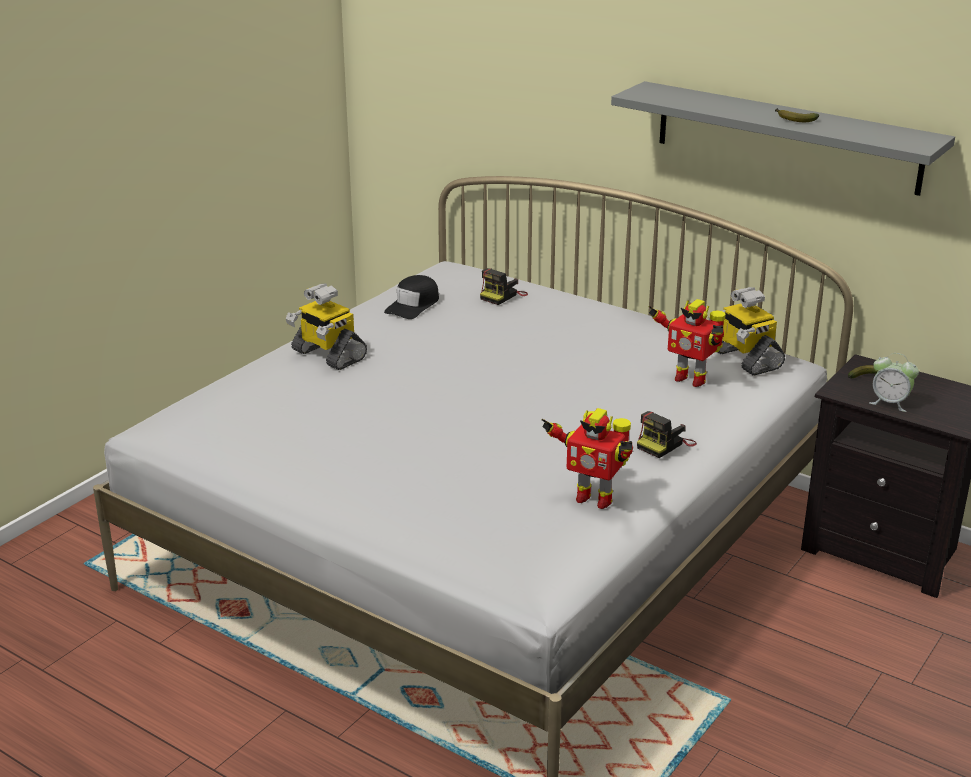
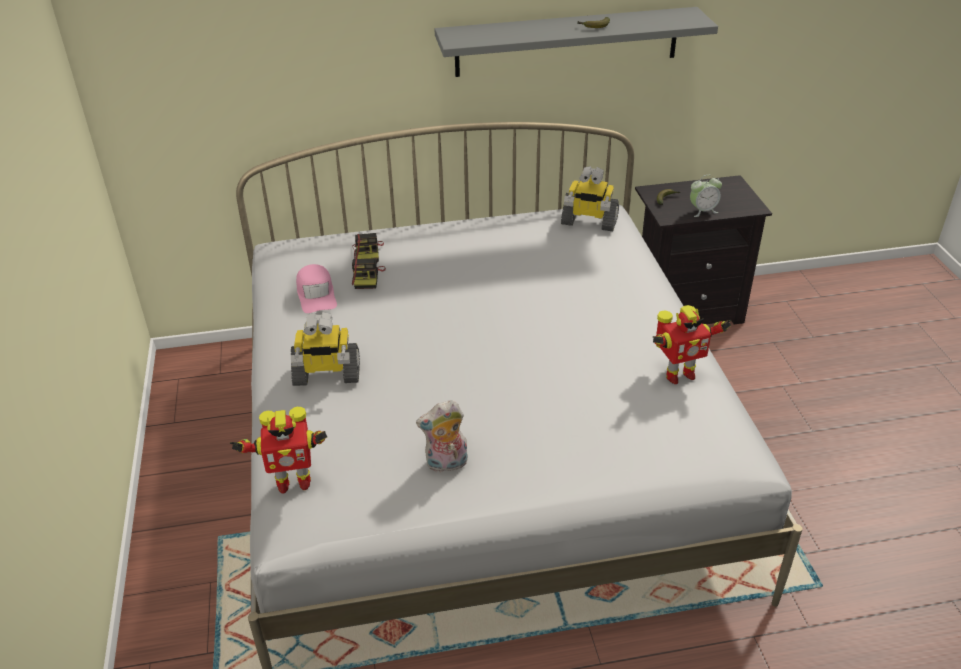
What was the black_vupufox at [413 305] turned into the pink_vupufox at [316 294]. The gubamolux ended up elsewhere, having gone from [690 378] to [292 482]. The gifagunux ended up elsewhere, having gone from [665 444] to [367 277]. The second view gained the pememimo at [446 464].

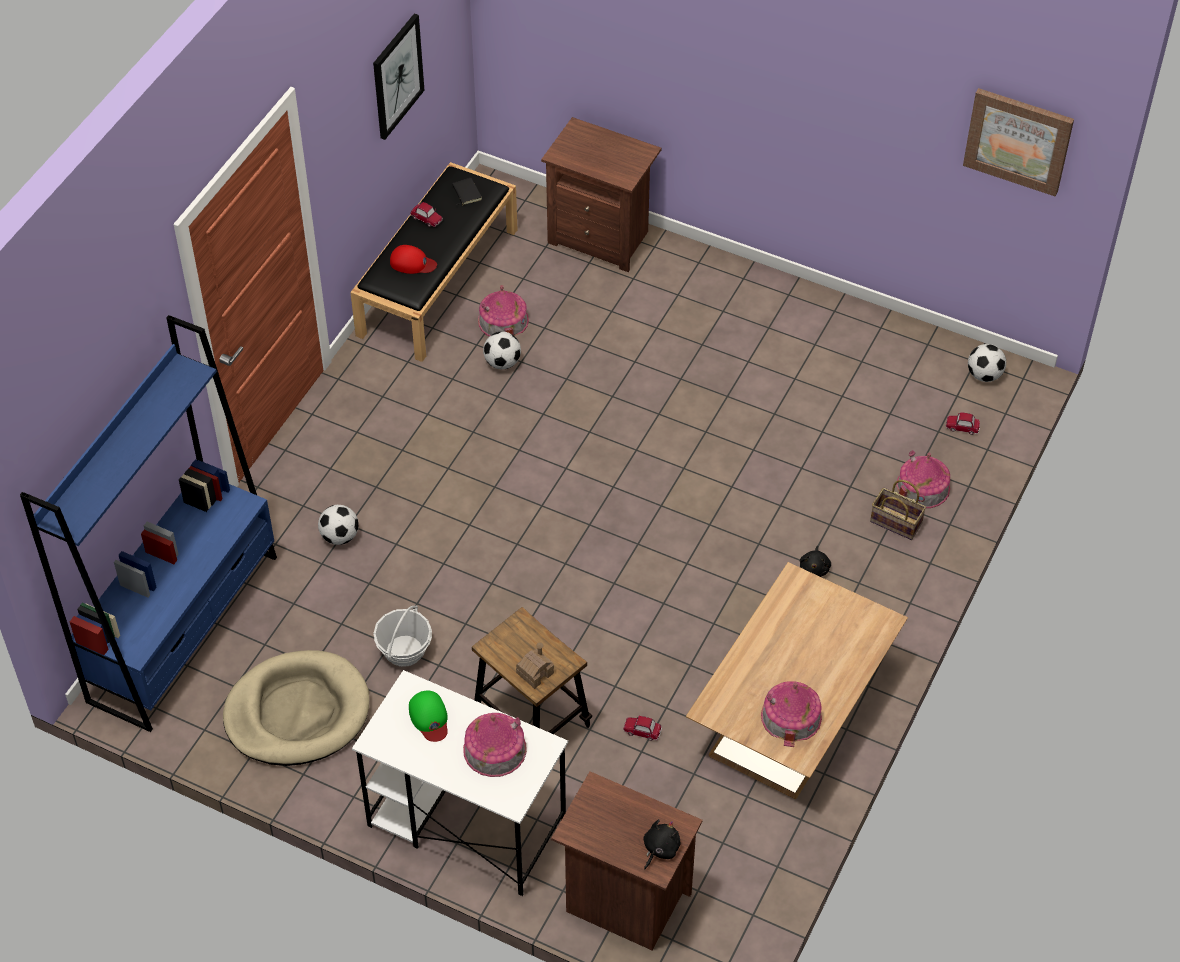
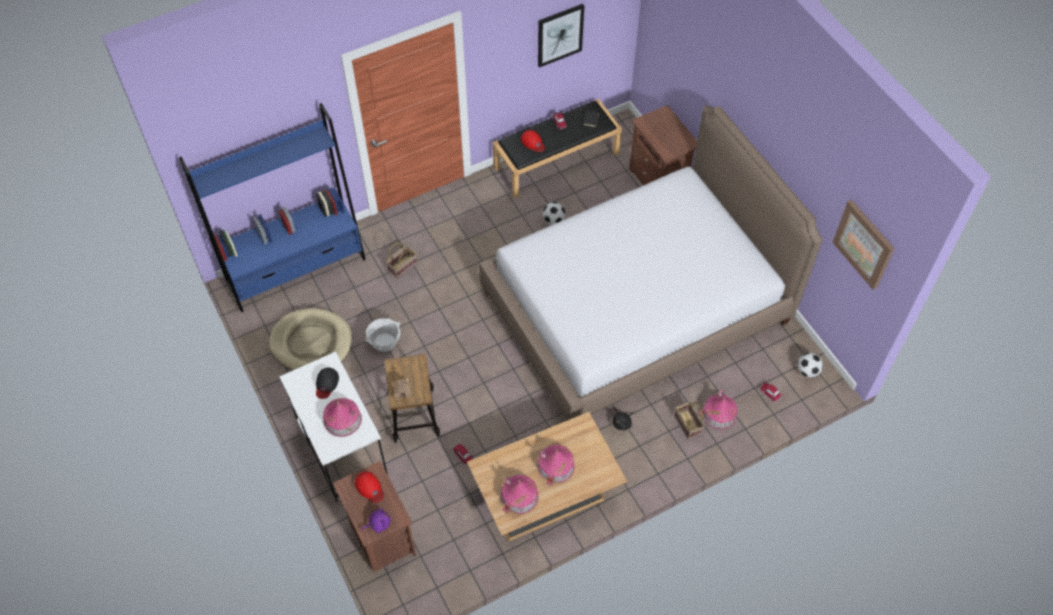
The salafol ended up elsewhere, having gone from [503 320] to [555 466]. Where the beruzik stood at [339 536], the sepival came to stand at [402 266]. What was the green_vupufox at [429 717] turned into the black_vupufox at [326 383]. What was the black_pememimo at [660 849] turned into the purple_pememimo at [378 524]. The second view gained the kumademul at [636 307]. The second view gained the red_vupufox at [369 488].

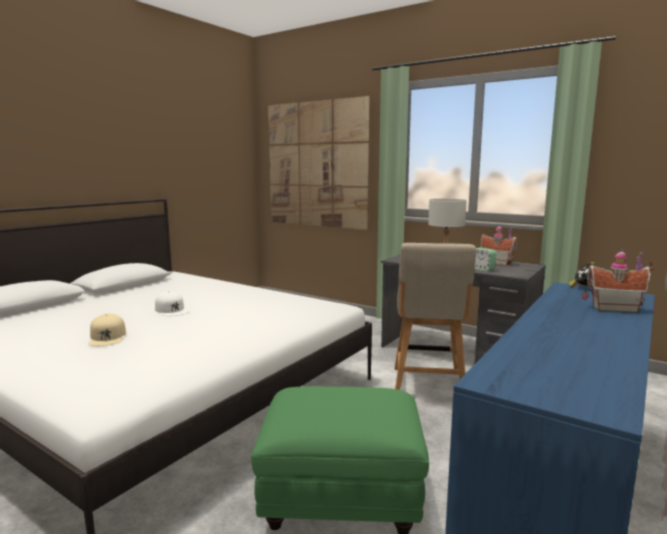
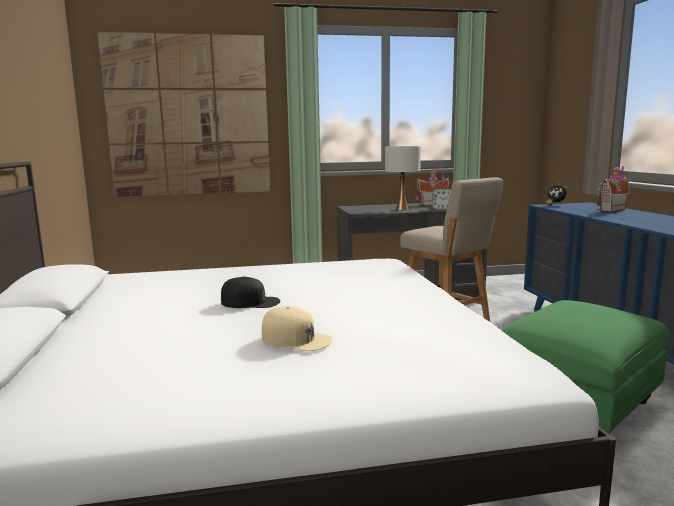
What was the white_vupufox at [171 310] turned into the black_vupufox at [250 302].

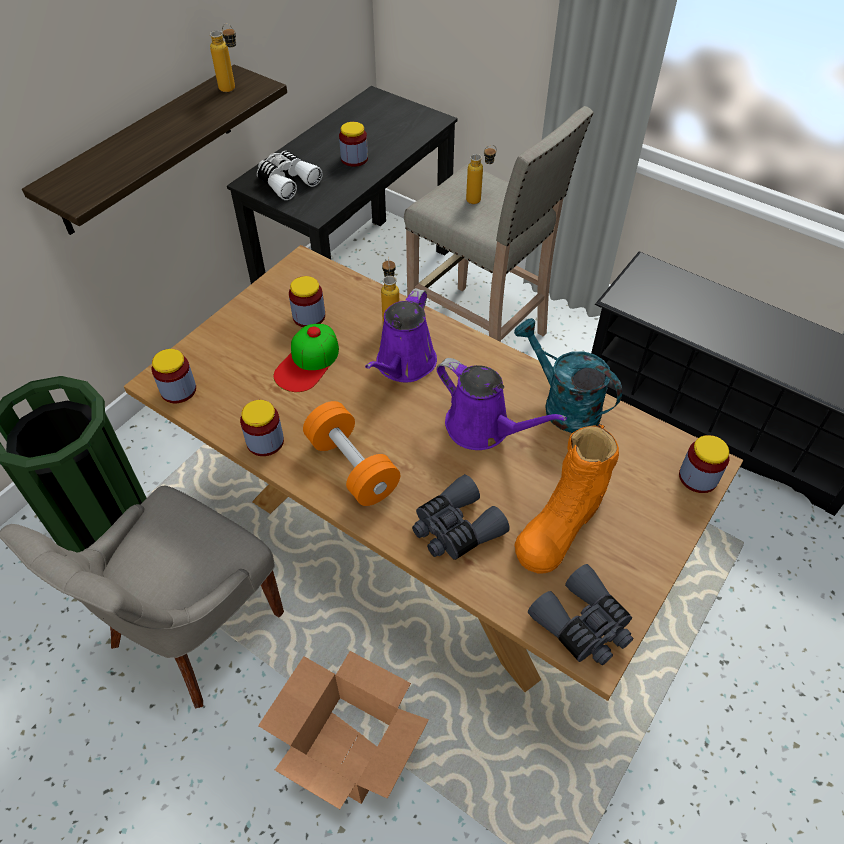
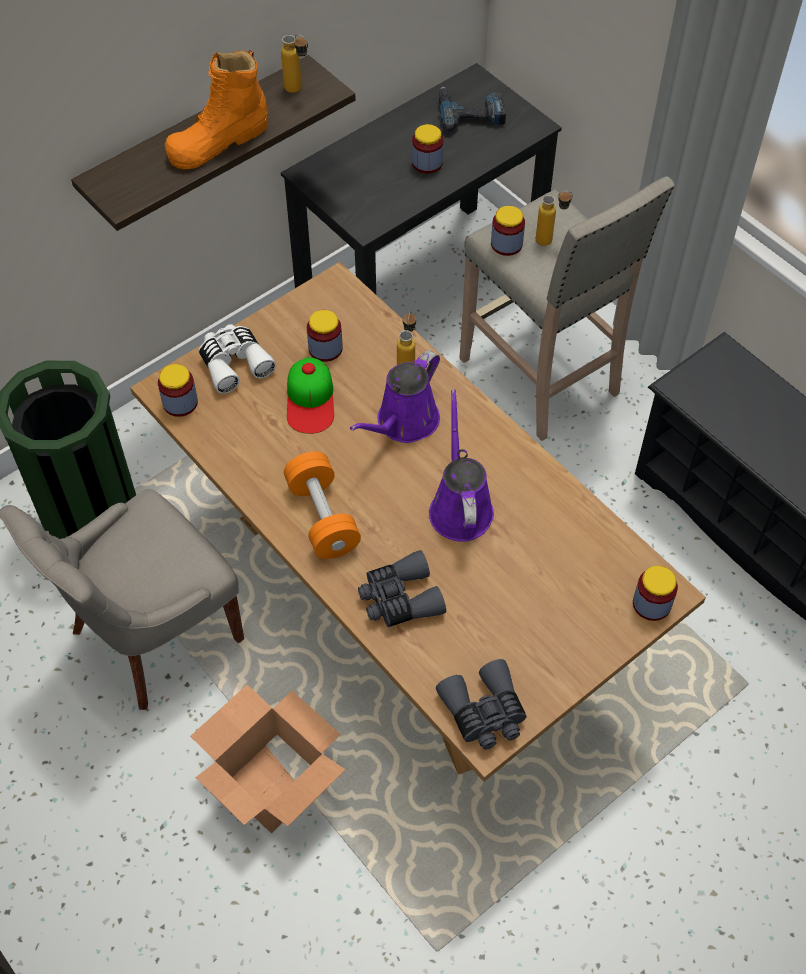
The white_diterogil ended up elsewhere, having gone from [287 181] to [234 363]. The second view lost the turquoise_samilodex at [563 405]. The vupufox at [308 362] ended up facing another way, 45 degrees counterclockwise from before. The purple_samilodex at [483 428] ended up facing another way, 150 degrees counterclockwise from before. The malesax ended up elsewhere, having gone from [265 441] to [506 244]. The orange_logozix ended up elsewhere, having gone from [561 523] to [218 141]. The second view gained the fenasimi at [470 112].

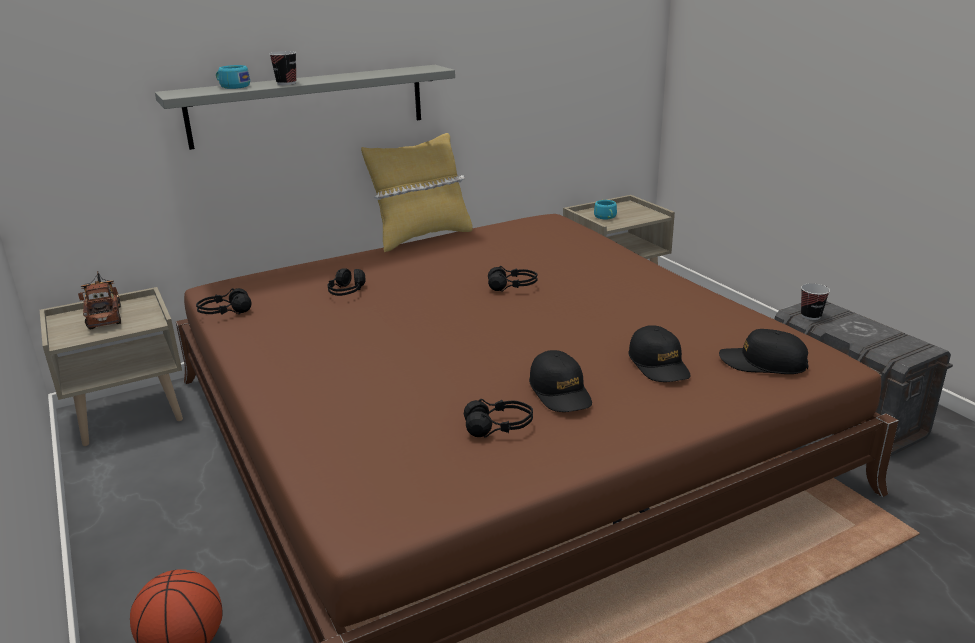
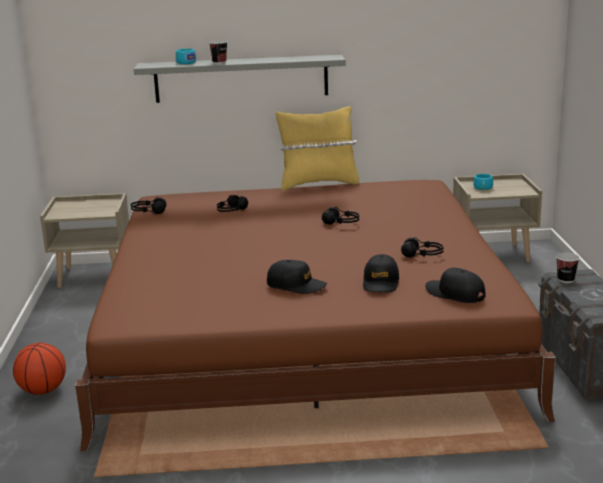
The second view lost the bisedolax at [105 315]. The black_vupufox at [560 392] ended up facing another way, 75 degrees counterclockwise from before. The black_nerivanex ended up elsewhere, having gone from [499 427] to [422 255].

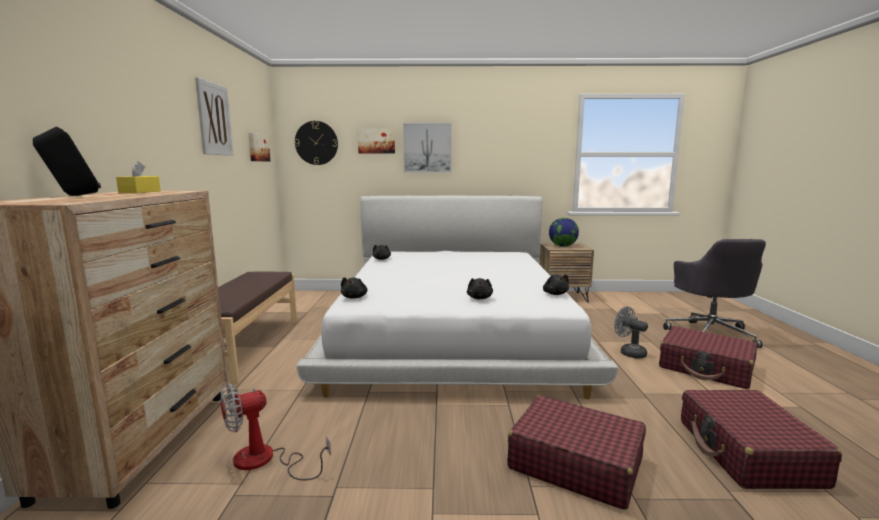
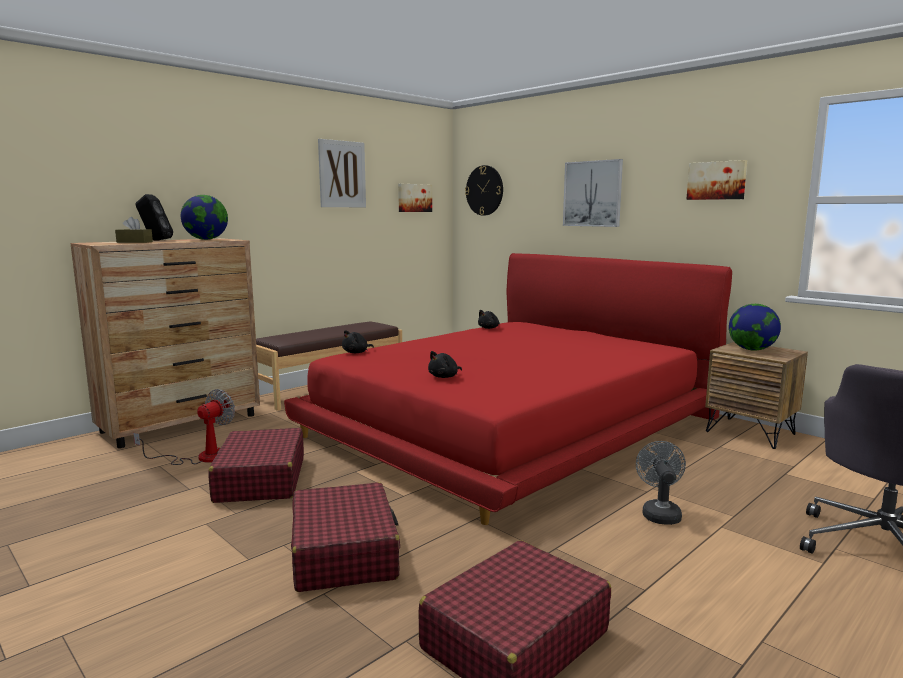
The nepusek ended up elsewhere, having gone from [376 141] to [717 180]. Where the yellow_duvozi stood at [140 192], the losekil came to stand at [206 239]. What was the white_kumademul at [452 330] turned into the red_kumademul at [512 425]. The second view lost the black_pememimo at [555 294]. The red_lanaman ended up elsewhere, having gone from [706 368] to [260 480]. The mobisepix at [265 461] ended up facing another way, 105 degrees clockwise from before. The second view gained the brown_duvozi at [134 242].

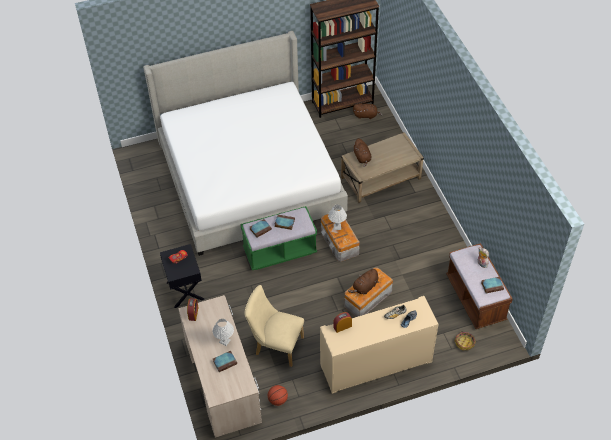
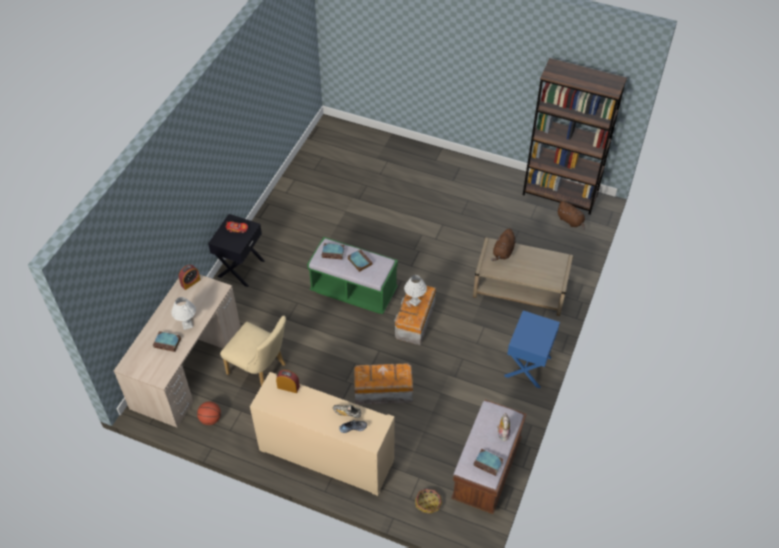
The second view lost the kumademul at [249 176]. The second view lost the brown_pememimo at [364 287]. The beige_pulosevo at [276 345] ended up facing another way, 150 degrees clockwise from before. The second view gained the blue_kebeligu at [528 367].

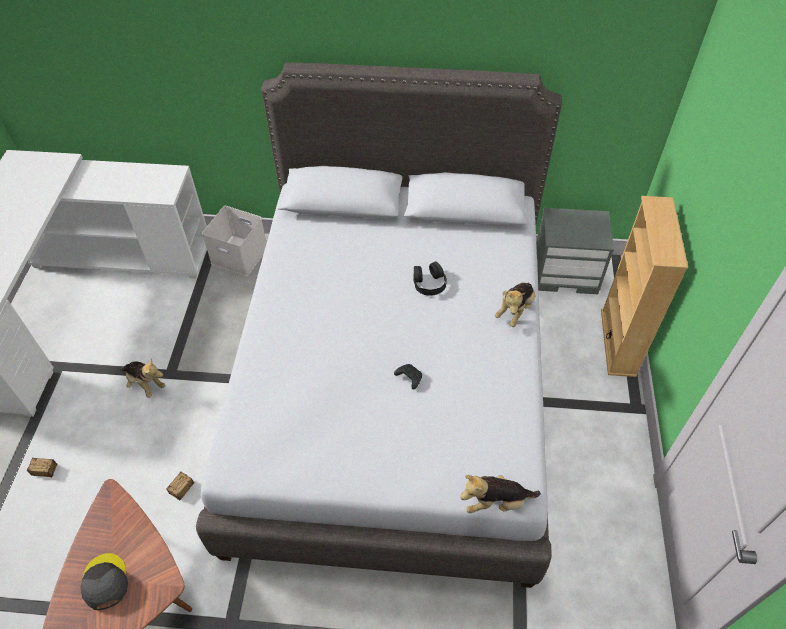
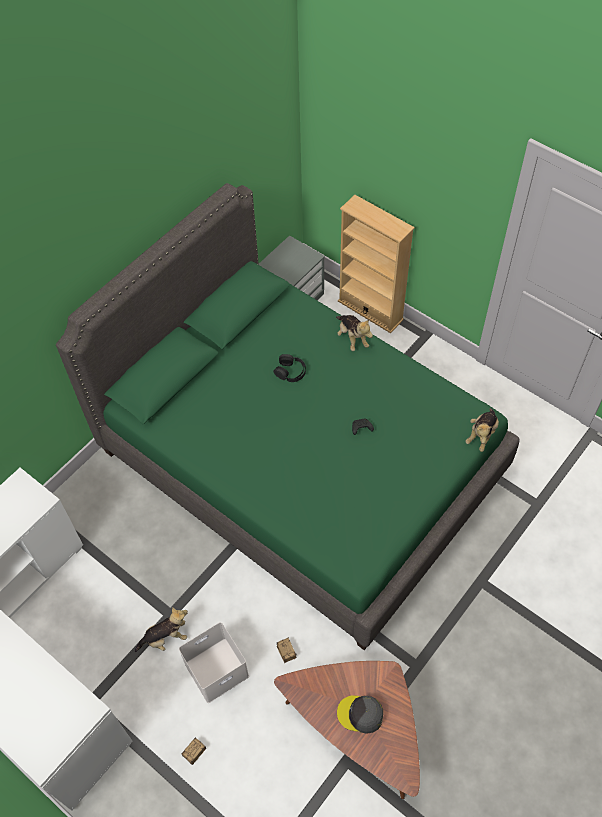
What was the grey_kumademul at [393 384] turned into the green_kumademul at [301 463]. The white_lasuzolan ended up elsewhere, having gone from [238 256] to [216 671].

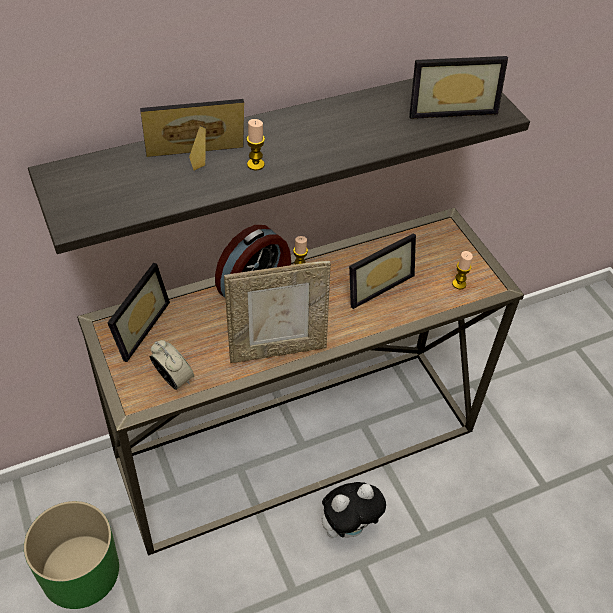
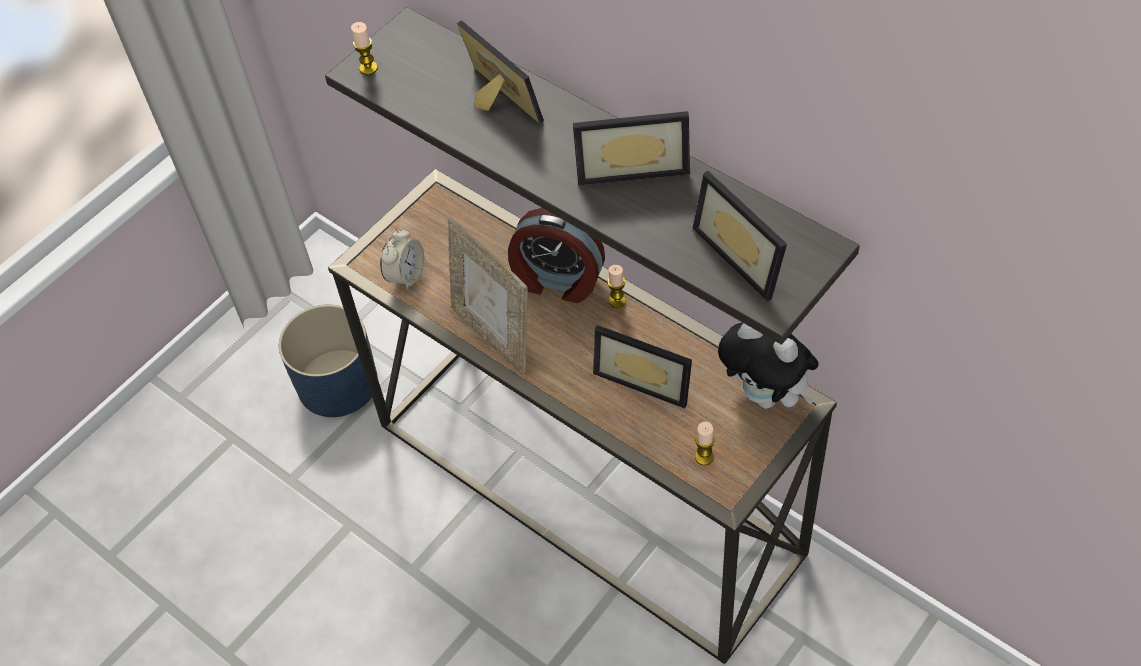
The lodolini ended up elsewhere, having gone from [255 164] to [368 68]. The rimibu ended up elsewhere, having gone from [135 326] to [632 165]. The pememimo ended up elsewhere, having gone from [349 527] to [767 396]. What was the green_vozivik at [79 571] turned into the blue_vozivik at [337 383].

